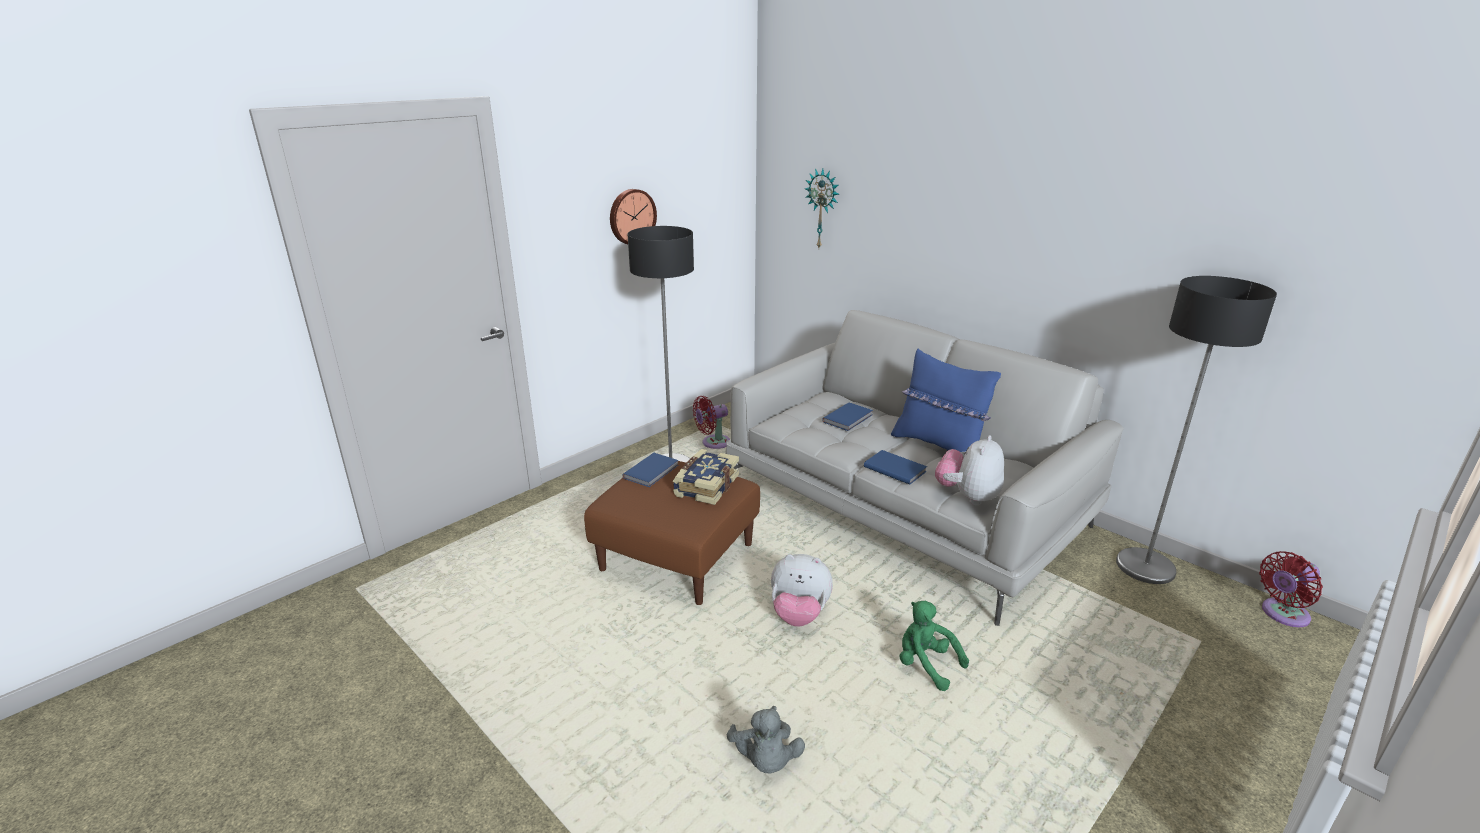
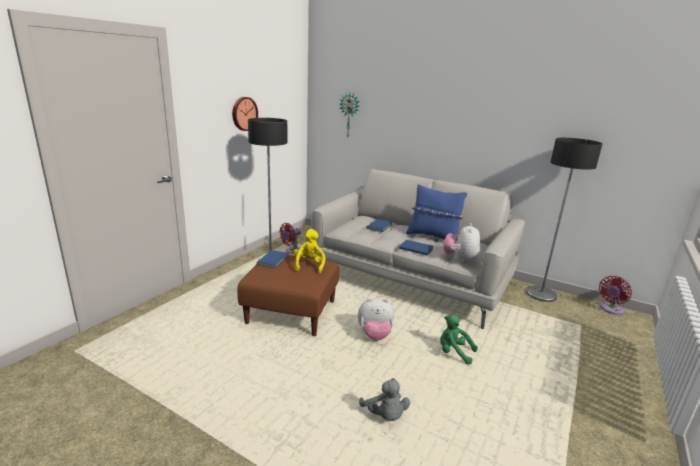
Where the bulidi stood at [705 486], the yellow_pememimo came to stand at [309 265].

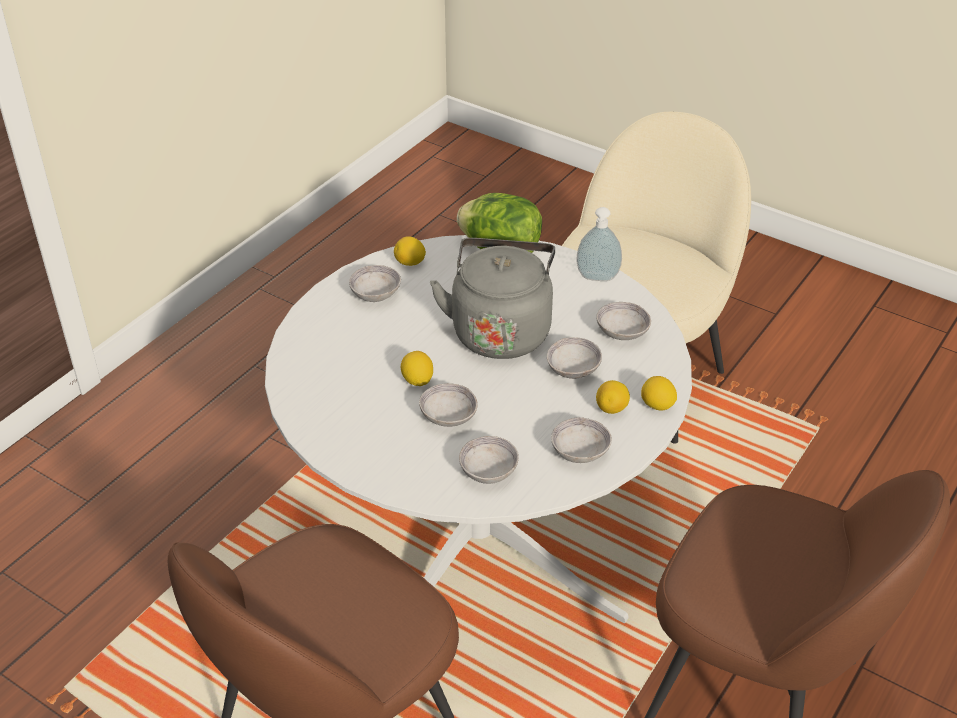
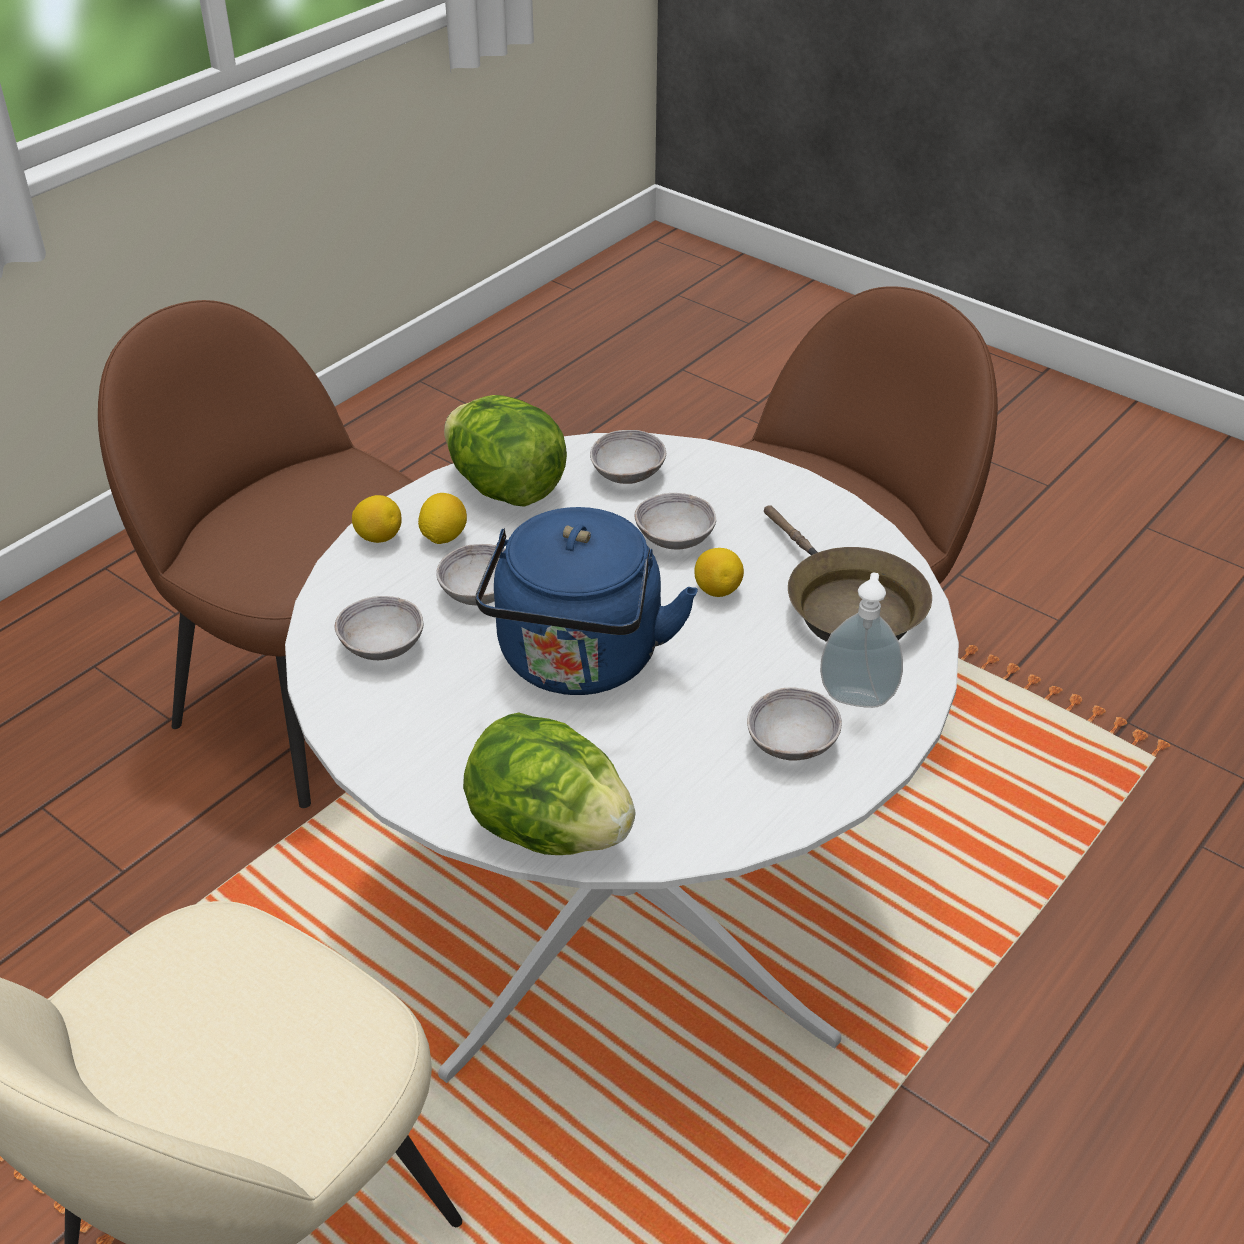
The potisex ended up elsewhere, having gone from [597 279] to [857 696]. The second view lost the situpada at [410 263]. What was the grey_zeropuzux at [500 330] turned into the blue_zeropuzux at [579 662]. Where the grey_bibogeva stood at [580 452], the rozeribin came to stand at [506 488]. The second view gained the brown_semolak at [847 606].

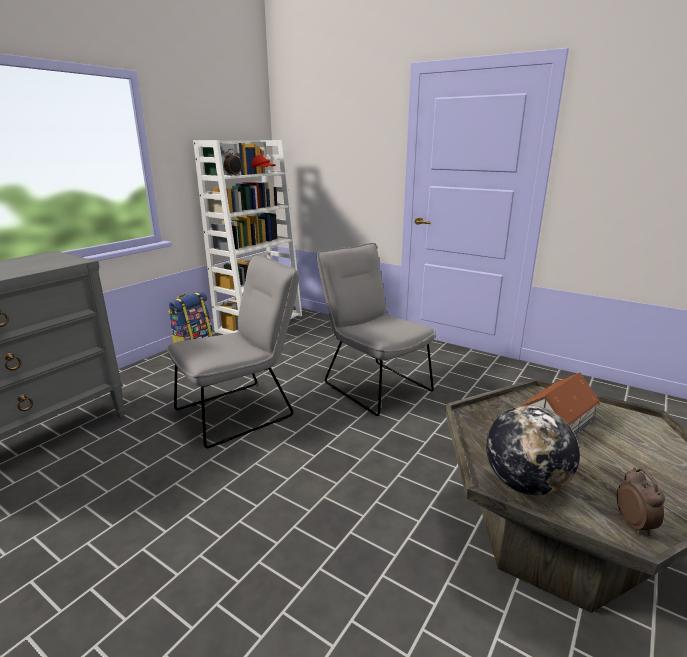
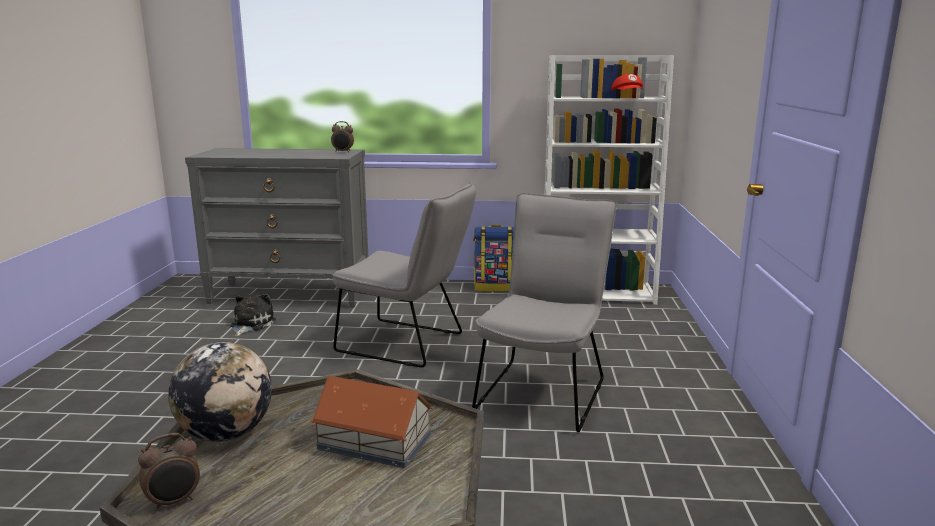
The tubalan ended up elsewhere, having gone from [234 175] to [343 152]. The second view gained the pememimo at [251 324].

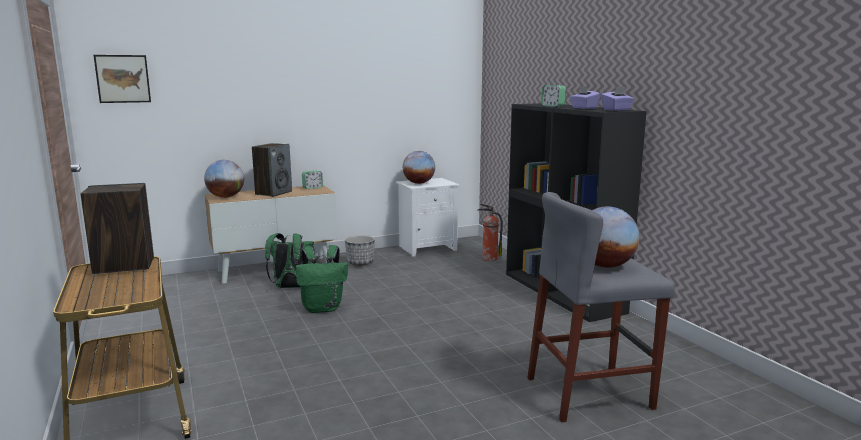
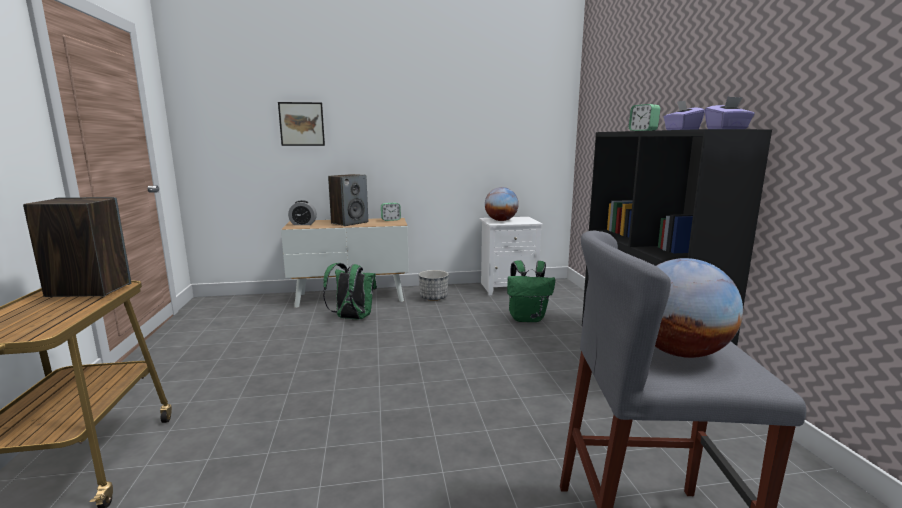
The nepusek ended up elsewhere, having gone from [123 79] to [301 124]. Where the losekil stood at [226 197], the tubalan came to stand at [303 224]. The second view lost the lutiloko at [489 258]. The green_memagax ended up elsewhere, having gone from [323 308] to [527 318].

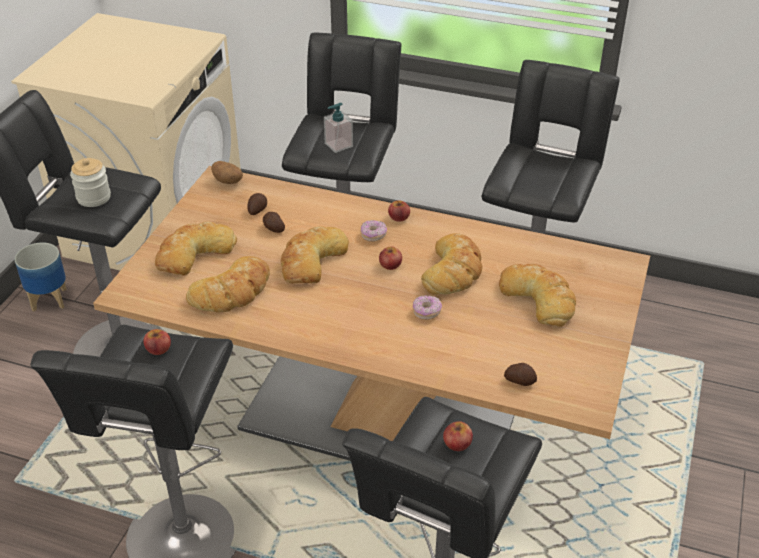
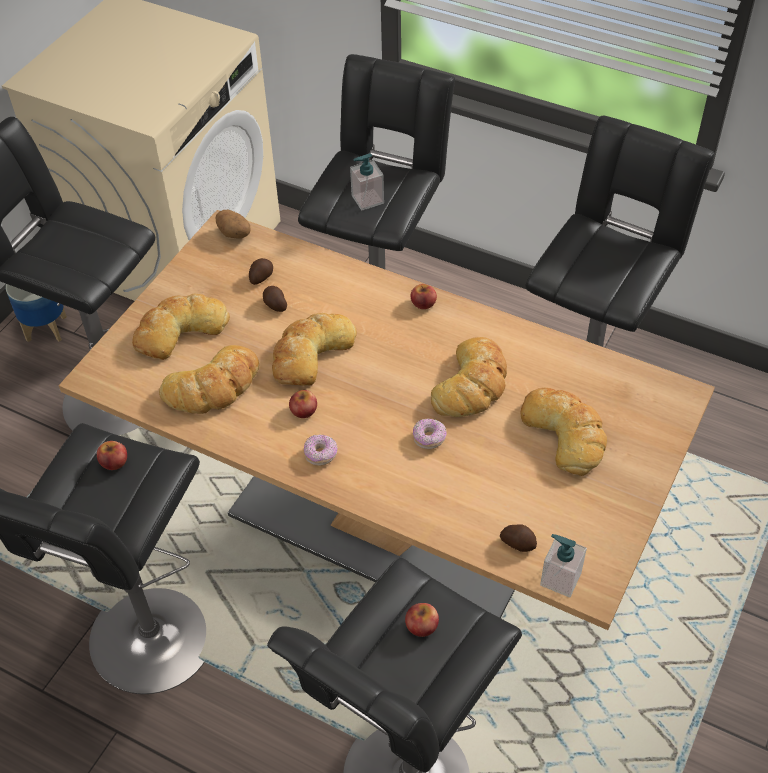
The second view lost the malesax at [94 197]. The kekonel ended up elsewhere, having gone from [373 235] to [321 454]. The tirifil ended up elsewhere, having gone from [390 264] to [303 410]. The second view gained the potisex at [560 579].

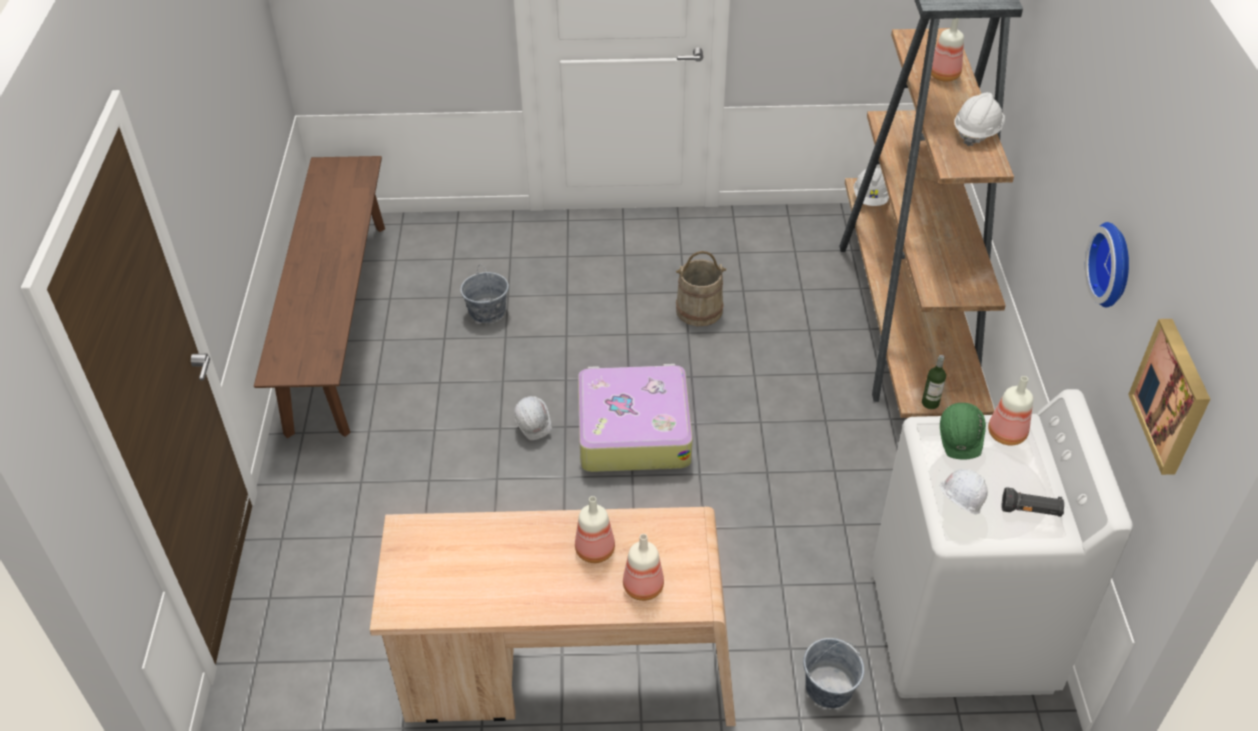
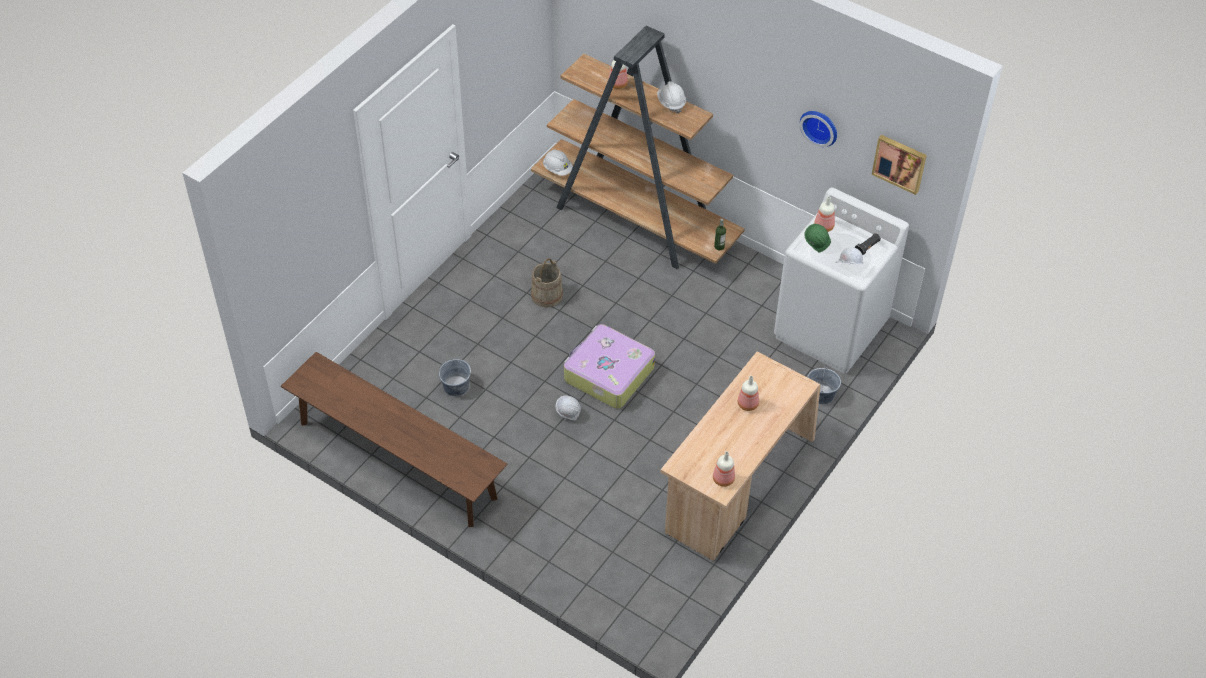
The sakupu ended up elsewhere, having gone from [642 586] to [722 479].

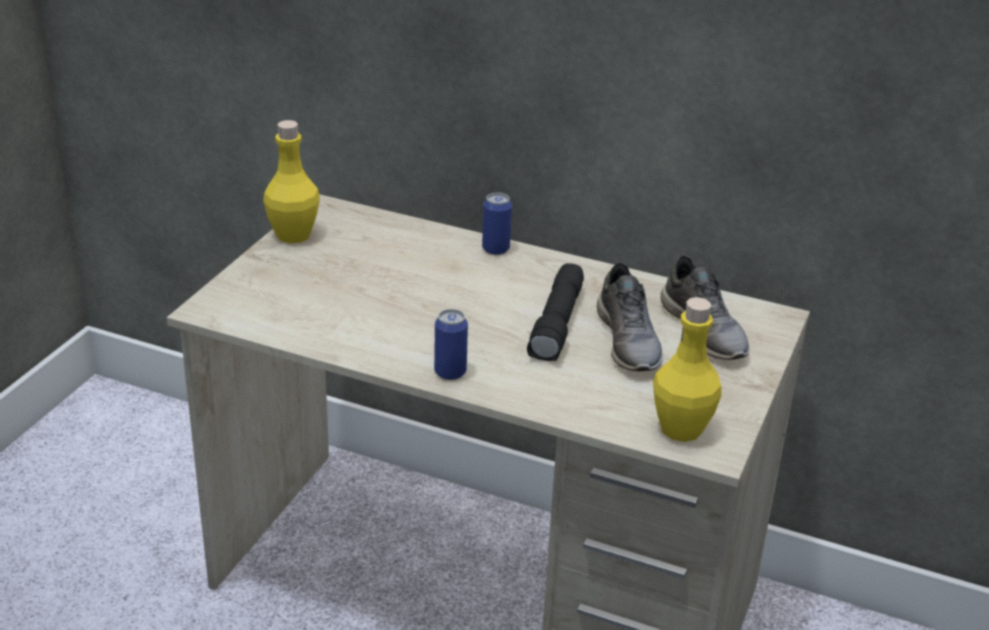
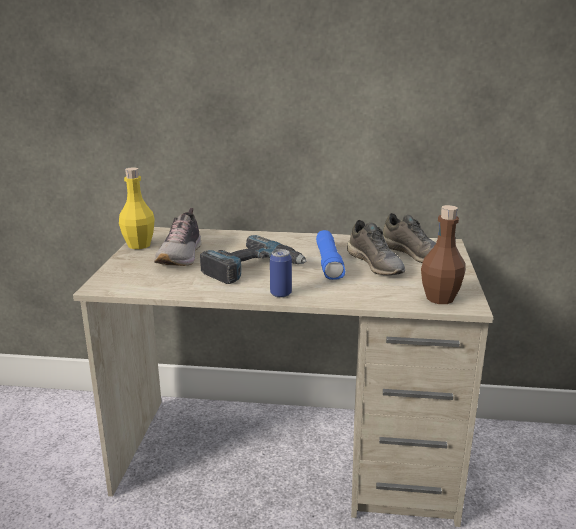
The second view lost the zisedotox at [495 249]. What was the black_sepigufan at [558 325] turned into the blue_sepigufan at [329 263]. What was the yellow_sakupu at [681 429] turned into the brown_sakupu at [440 298]. The second view gained the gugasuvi at [181 256]. The second view gained the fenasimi at [252 269].

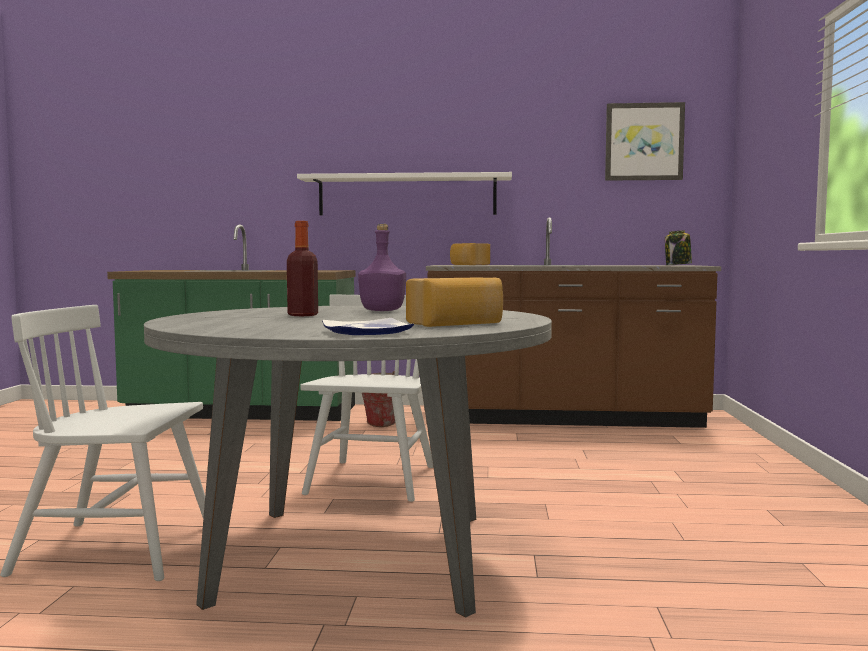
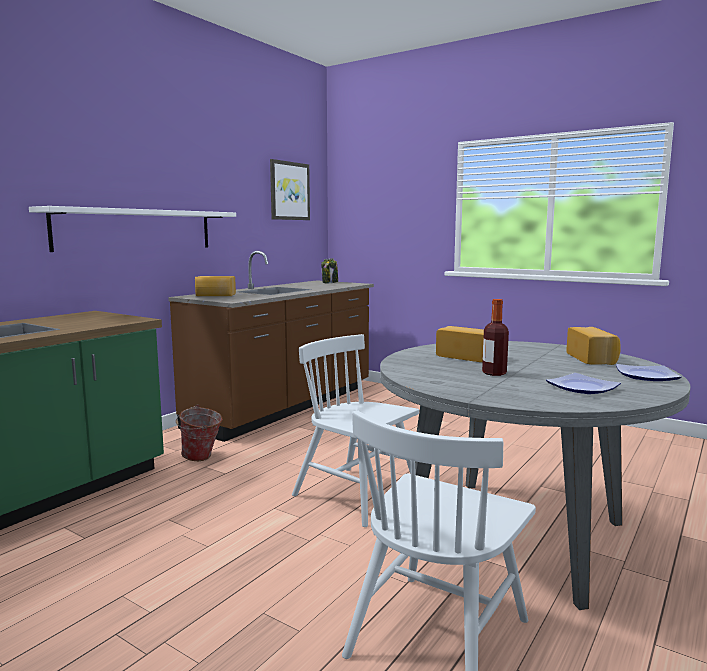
Where the purple_sakupu stood at [382 311], the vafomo came to stand at [467 357]. The second view gained the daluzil at [582 388].

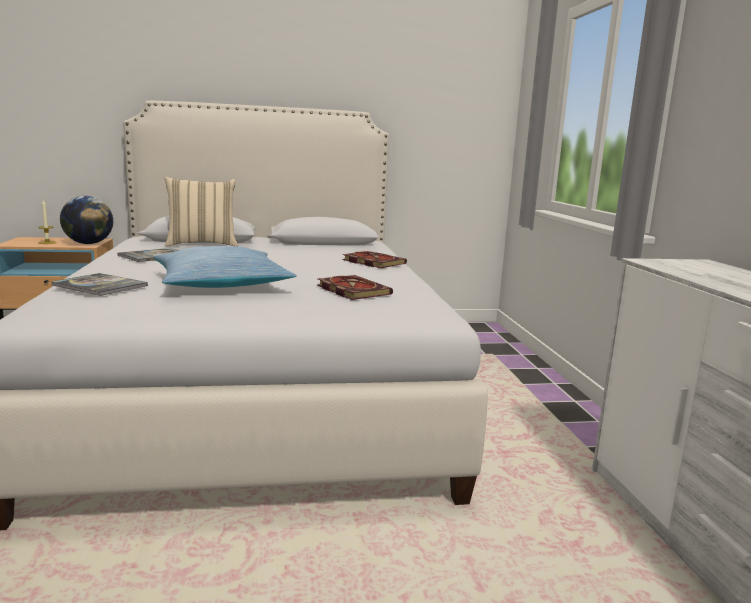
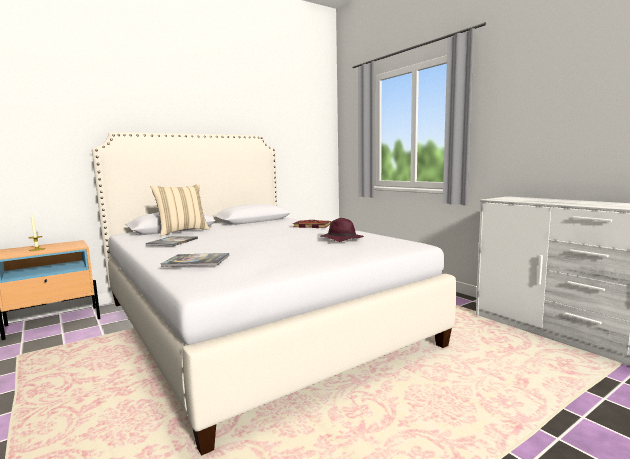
The second view lost the losekil at [89 243]. The second view lost the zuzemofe at [221 284]. Where the bulidi stood at [351 290], the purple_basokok came to stand at [341 239].

